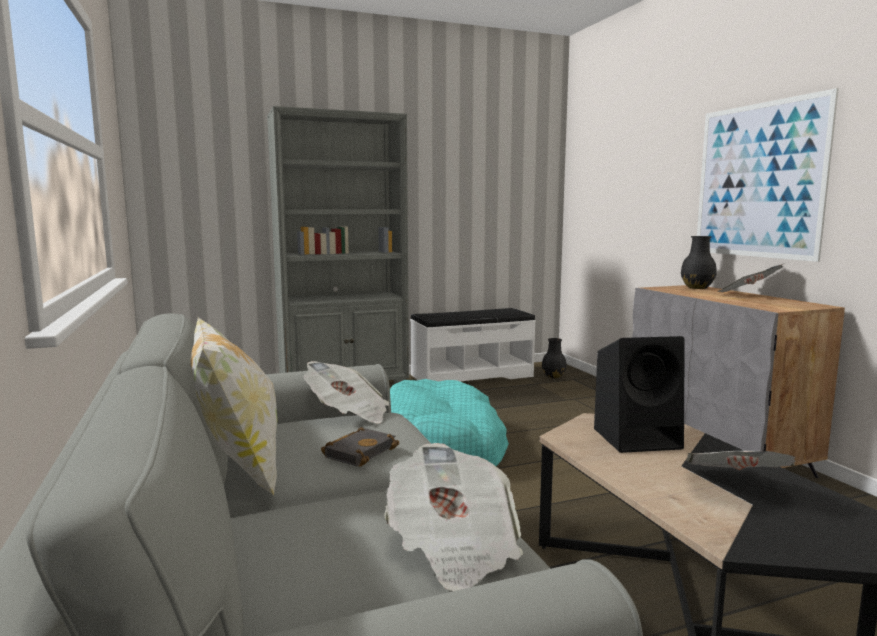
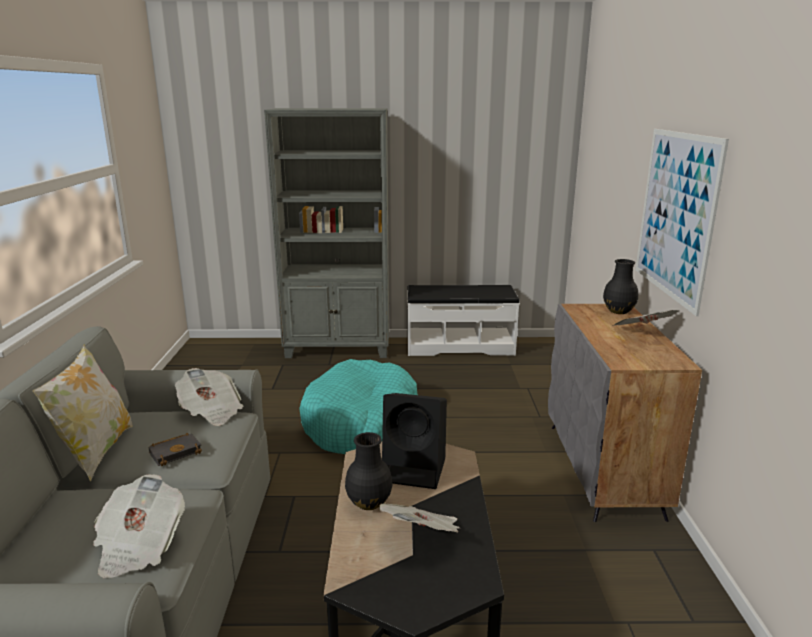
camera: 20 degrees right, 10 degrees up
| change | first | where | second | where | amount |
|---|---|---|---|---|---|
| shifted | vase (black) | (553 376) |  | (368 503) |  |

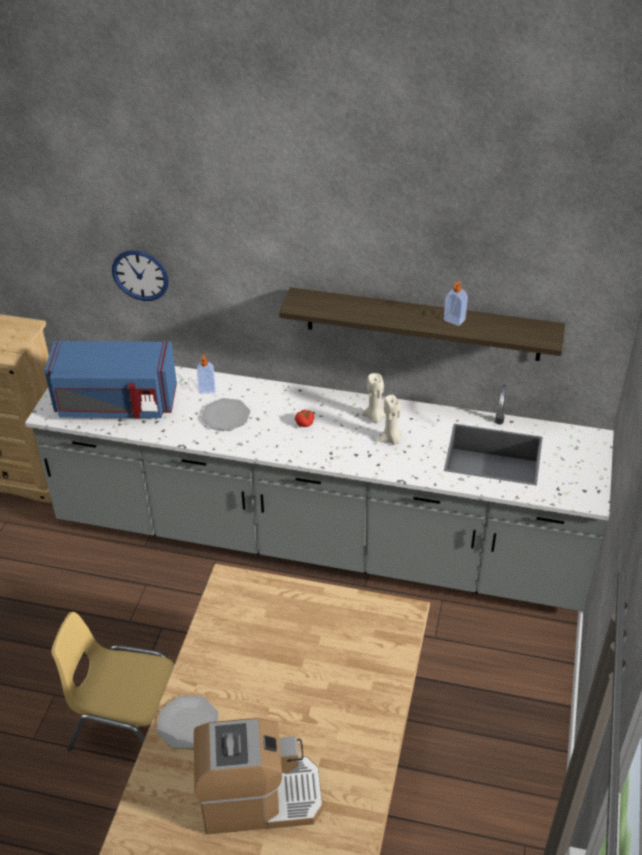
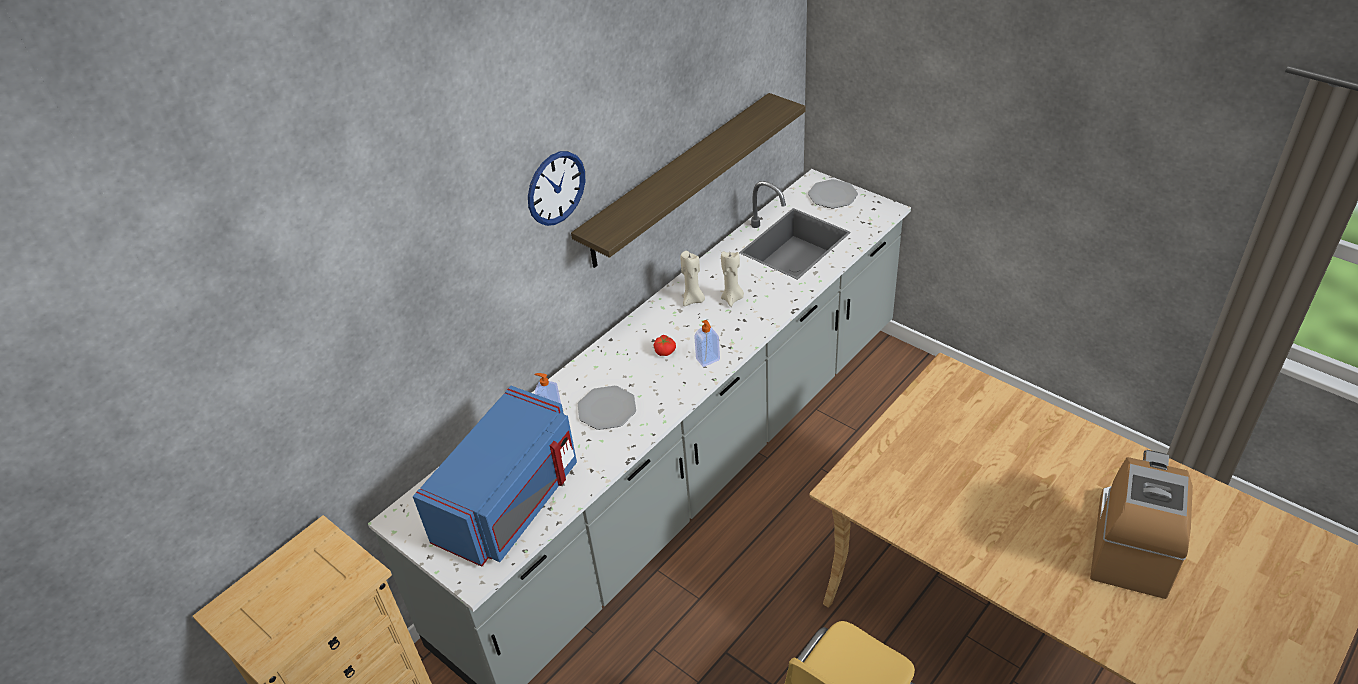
camera: 60 degrees left, 0 degrees up
| change | first | where | second | where | amount |
|---|---|---|---|---|---|
| shifted | wall clock | (140 275) |  | (556 188) |  |
| shifted | soap dispenser | (454 320) |  | (708 360) |  |
| shifted | plate | (188 723) |  | (832 195) |  |

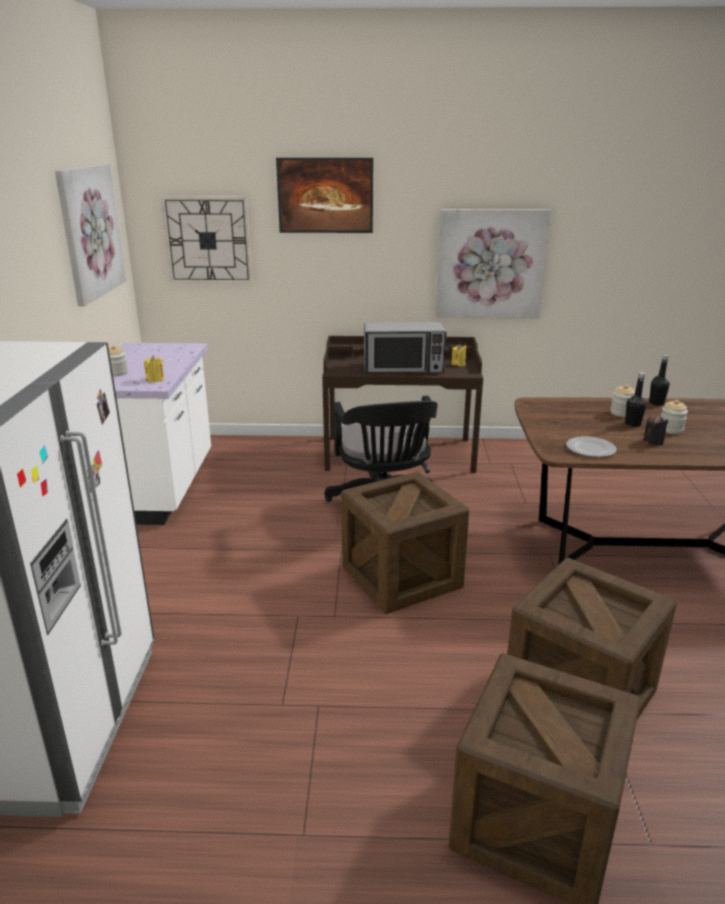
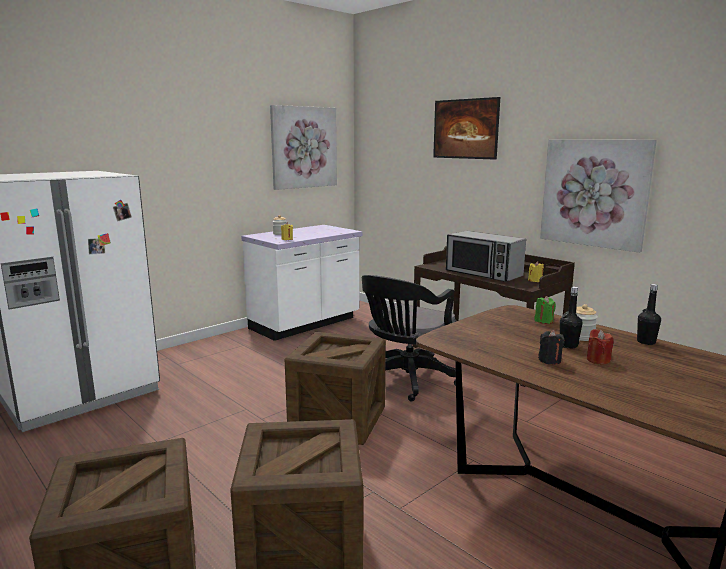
camera: 45 degrees right, 10 degrees down
| change | first | where | second | where | amount |
|---|---|---|---|---|---|
| new |  |  | candle (green) | (543 321) |  |
| swapped | jar | (670 430) | candle (red) | (598 360) |  |
| gone | wall clock | (208 240) |  |  |  |
| gone | plate | (590 449) |  |  |  |

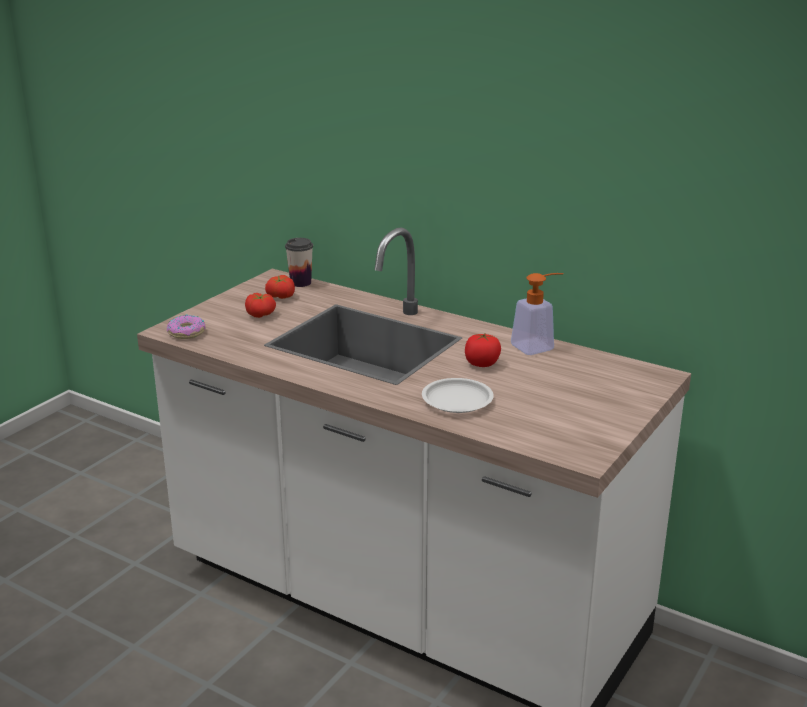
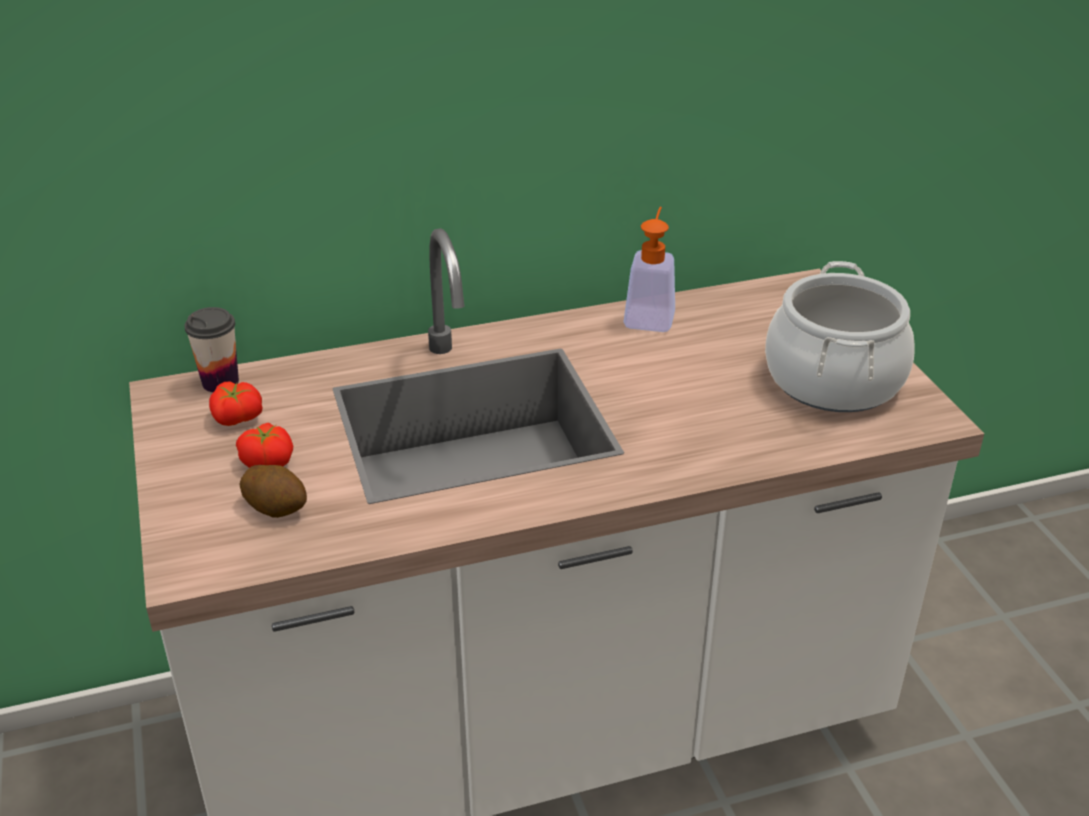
camera: 50 degrees left, 10 degrees up
| change | first | where | second | where | amount |
|---|---|---|---|---|---|
| new |  |  | potato | (276 507) |  |
| new |  |  | cooking pot | (833 380) |  |
| gone | donut | (187 333) |  |  |  |
| gone | plate (white) | (457 400) |  |  |  |
| gone | tomato | (481 363) |  |  |  |

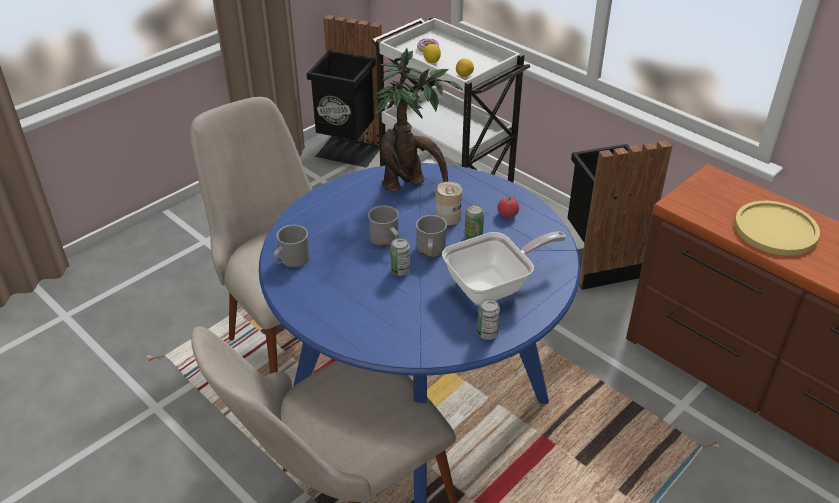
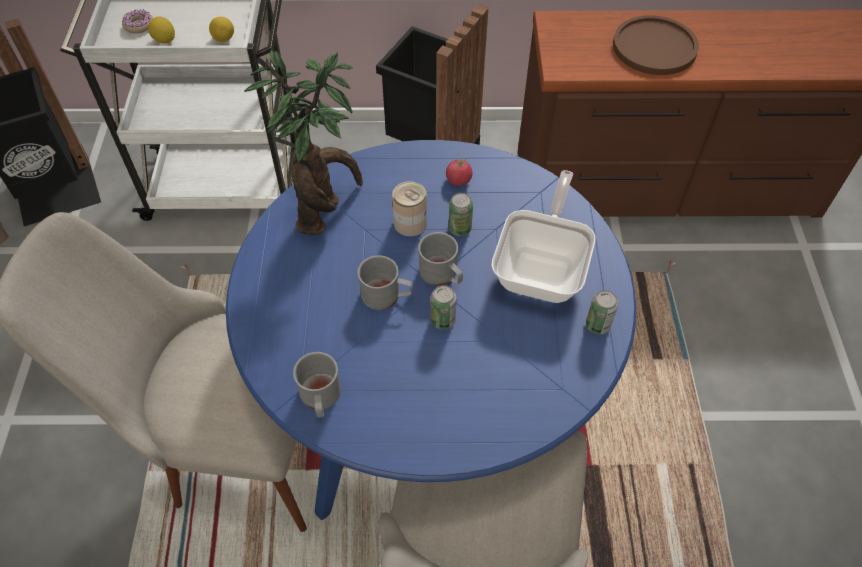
camera: 45 degrees left, 15 degrees up
| change | first | where | second | where | amount |
|---|---|---|---|---|---|
| repainted | plate (yellow) | (775 230) | plate (brown) | (654 47) |  |

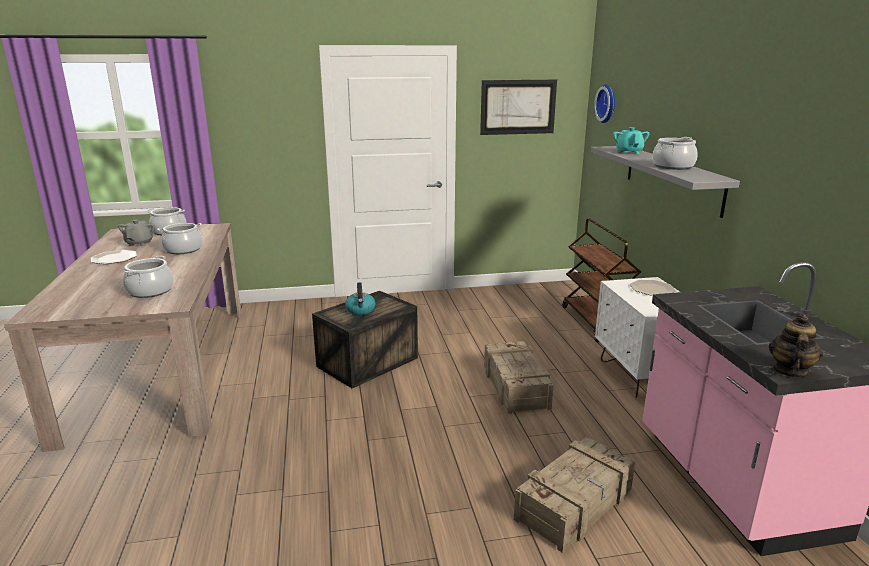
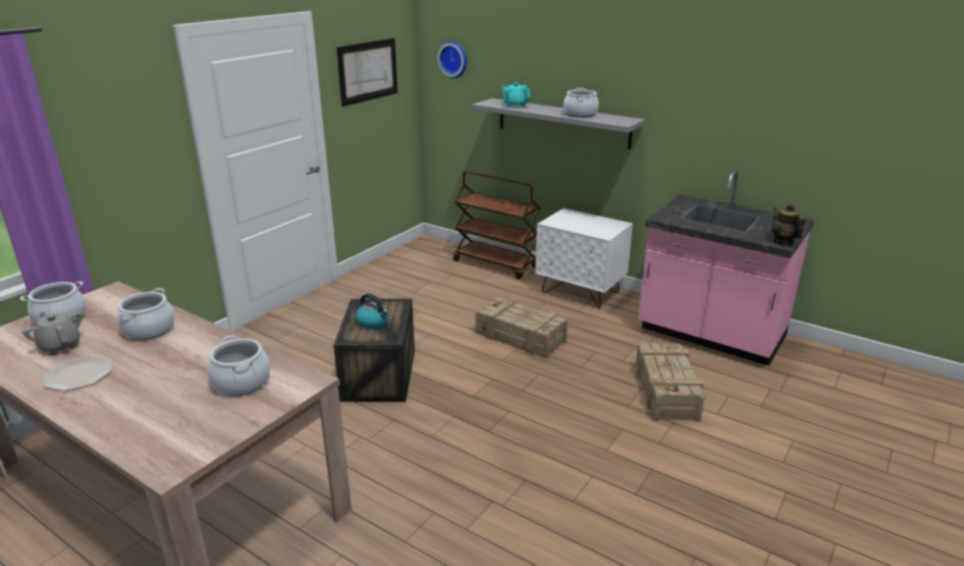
camera: 45 degrees left, 5 degrees up
| change | first | where | second | where | amount |
|---|---|---|---|---|---|
| gone | plate | (652 289) |  |  |  |

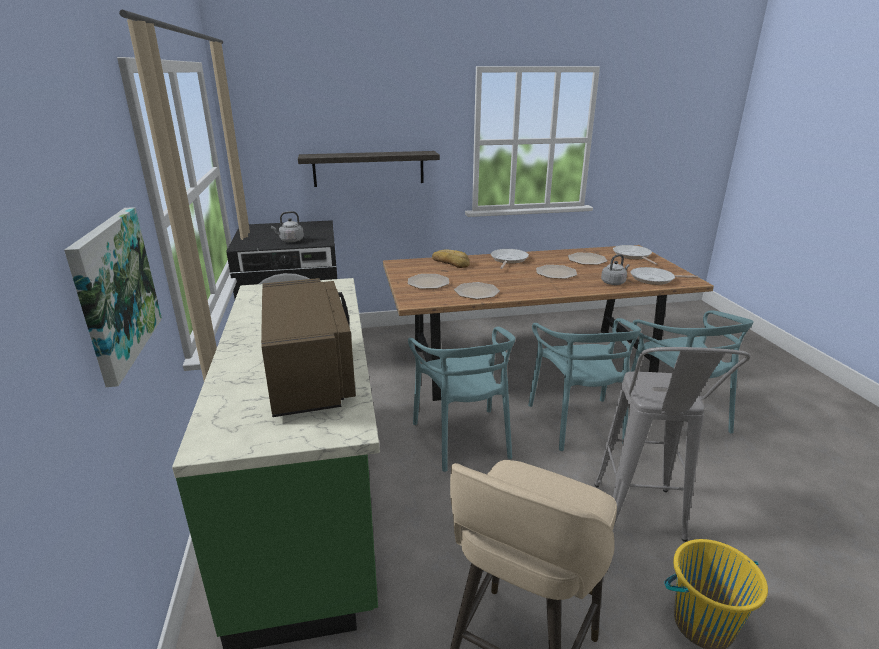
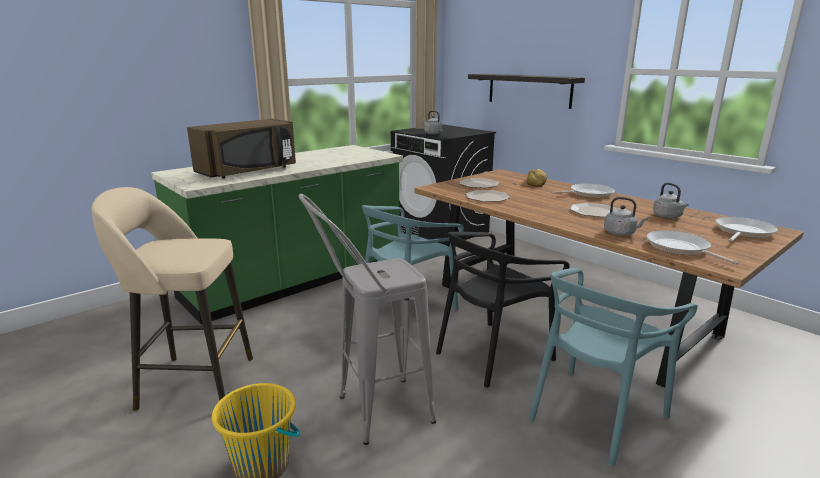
camera: 60 degrees right, 5 degrees down
| change | first | where | second | where | amount |
|---|---|---|---|---|---|
| repainted | chair (turquoise) | (578 423) | chair (black) | (493 354) |  |
| swapped | plate | (587 260) | kettle (grey) | (668 216) |  |
| gone | picture | (114 291) |  |  |  |

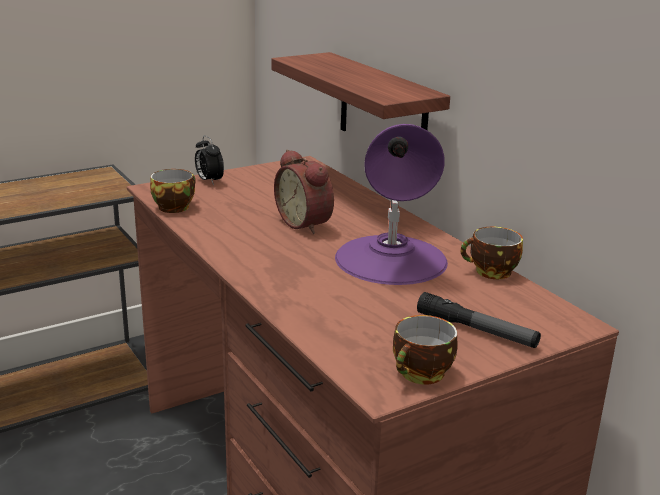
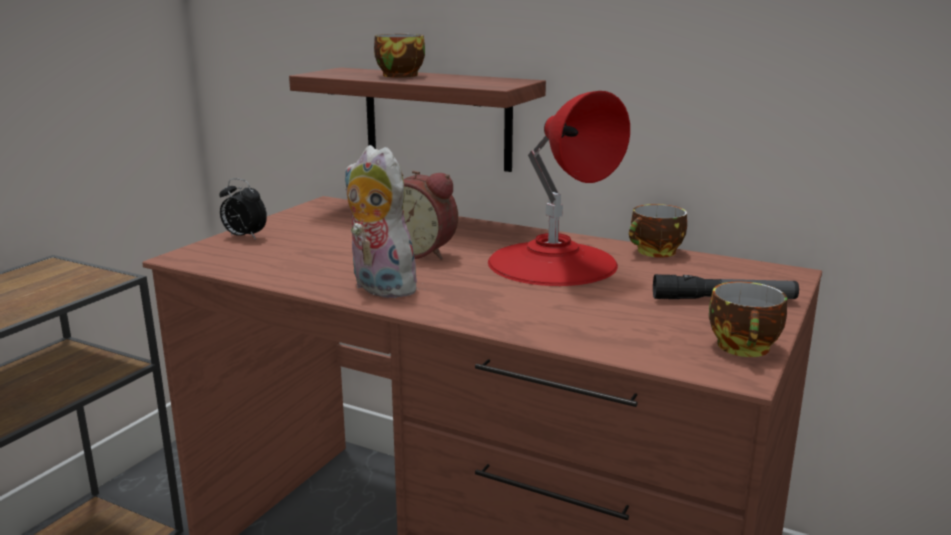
camera: 30 degrees left, 5 degrees down
| change | first | where | second | where | amount |
|---|---|---|---|---|---|
| new |  |  | plush toy | (378 288) |  |
| shifted | cup | (174 206) |  | (399 75) |  |
| repainted | table lamp (purple) | (391 259) | table lamp (red) | (553 263) |  |

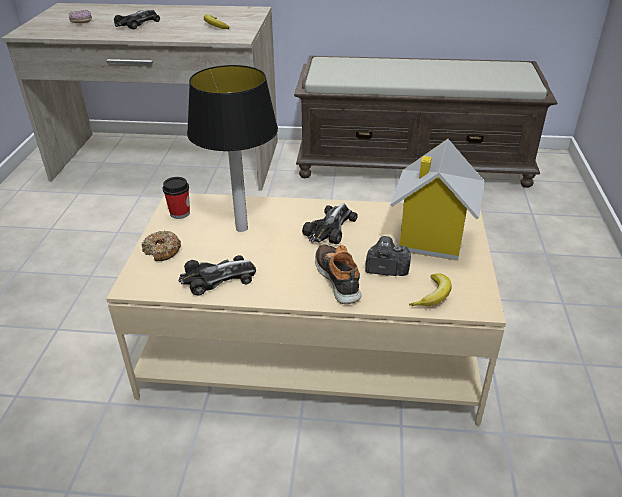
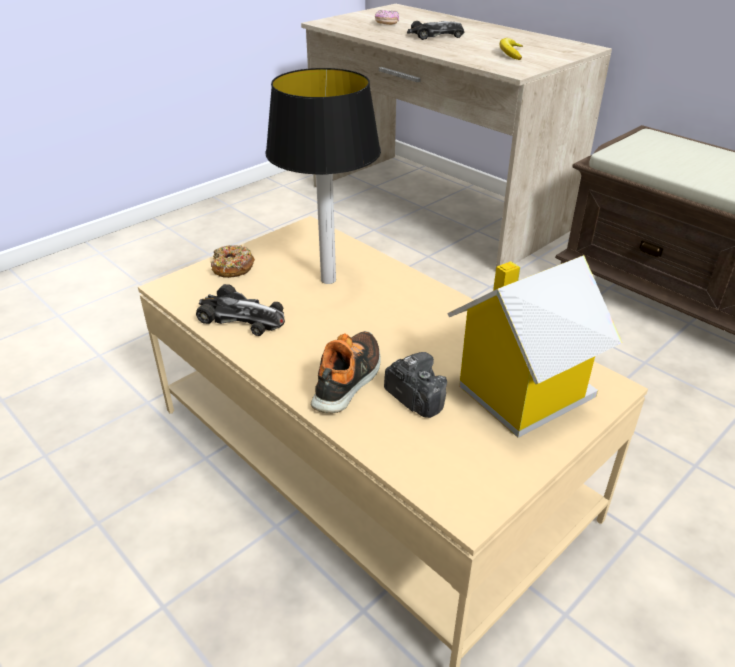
camera: 40 degrees right, 0 degrees up
| change | first | where | second | where | amount |
|---|---|---|---|---|---|
| gone | cup | (180 213) |  |  |  |
| gone | toy car | (331 228) |  |  |  |
| gone | banana | (433 295) |  |  |  |

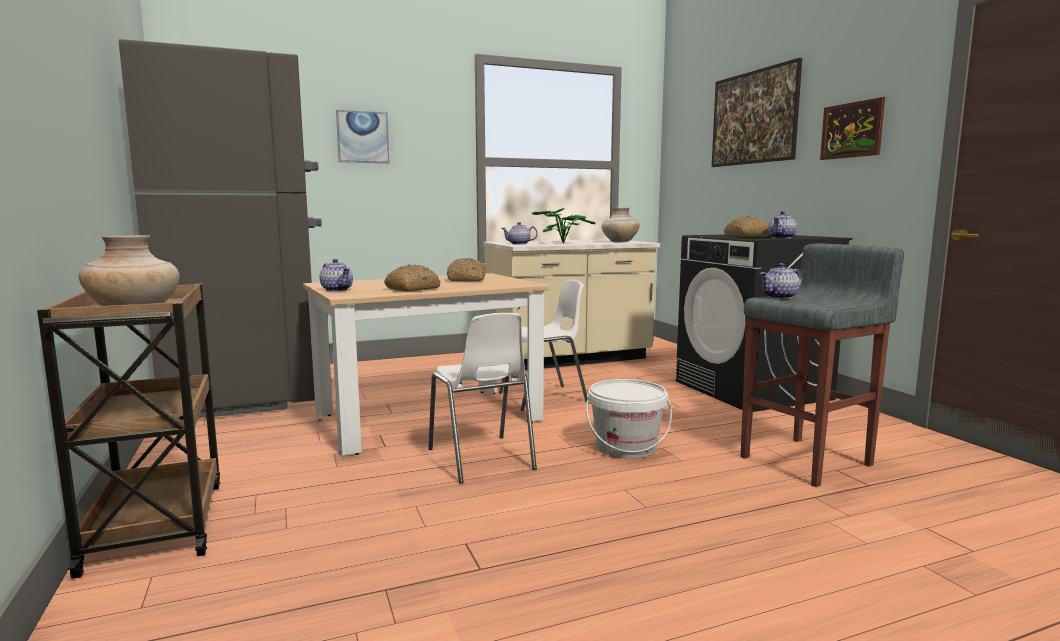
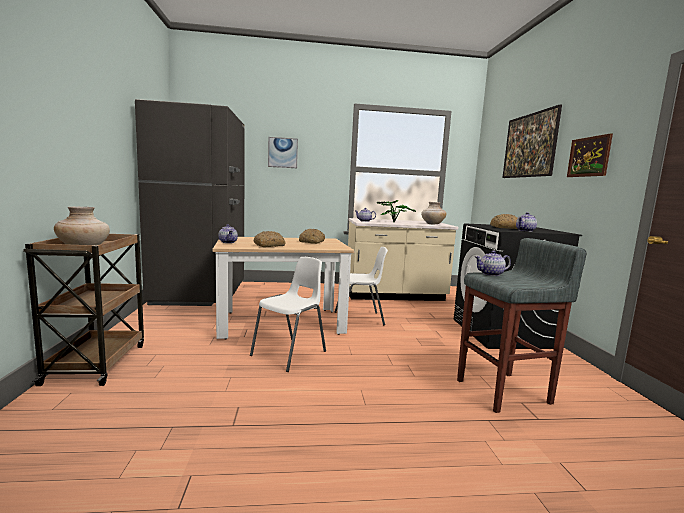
camera: 15 degrees right, 0 degrees up
| change | first | where | second | where | amount |
|---|---|---|---|---|---|
| rotated | chair (white) | (481 459) |  | (290 354) | 135 degrees counterclockwise |
| gone | bucket (white) | (626 447) |  |  |  |

